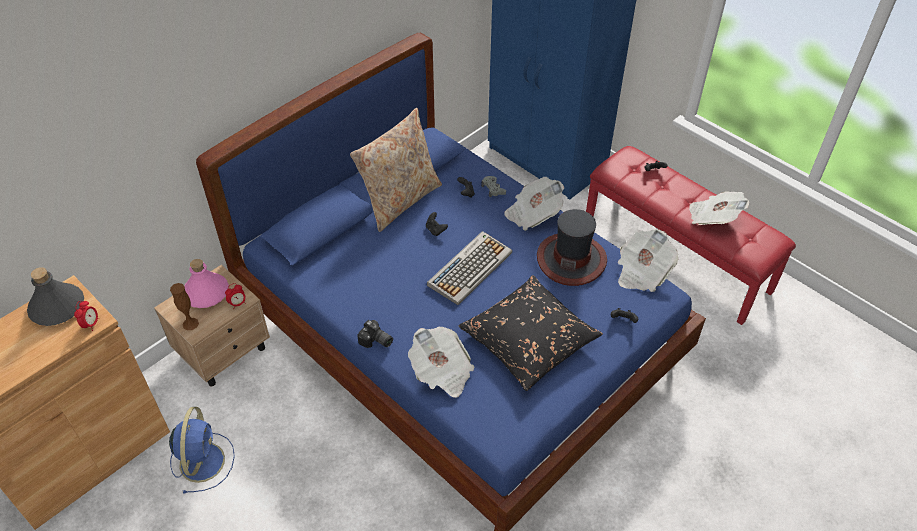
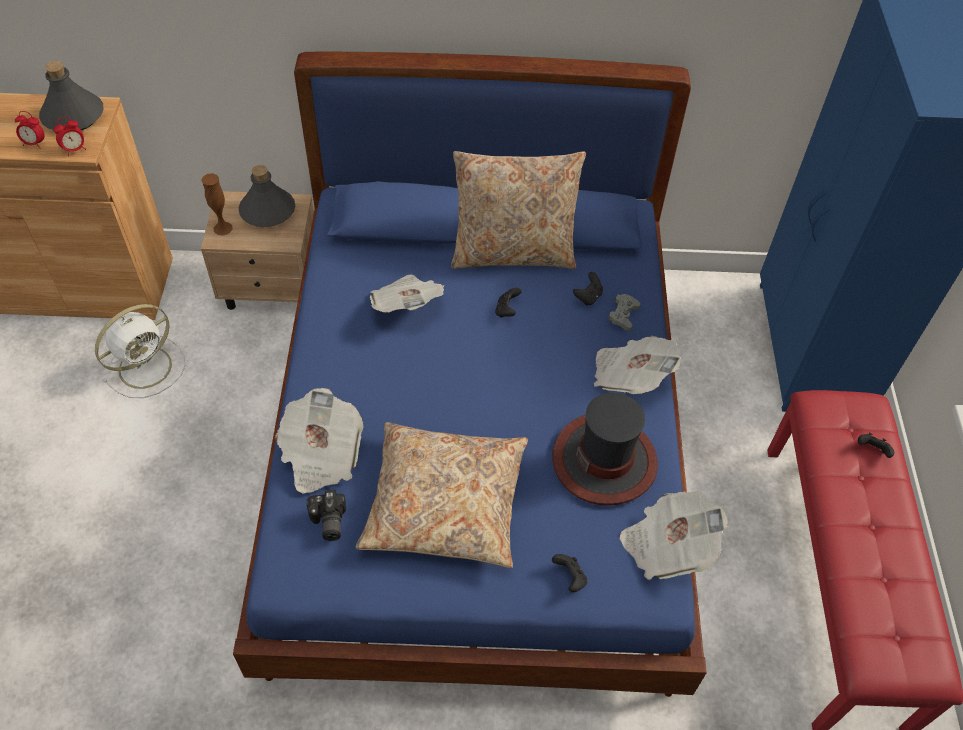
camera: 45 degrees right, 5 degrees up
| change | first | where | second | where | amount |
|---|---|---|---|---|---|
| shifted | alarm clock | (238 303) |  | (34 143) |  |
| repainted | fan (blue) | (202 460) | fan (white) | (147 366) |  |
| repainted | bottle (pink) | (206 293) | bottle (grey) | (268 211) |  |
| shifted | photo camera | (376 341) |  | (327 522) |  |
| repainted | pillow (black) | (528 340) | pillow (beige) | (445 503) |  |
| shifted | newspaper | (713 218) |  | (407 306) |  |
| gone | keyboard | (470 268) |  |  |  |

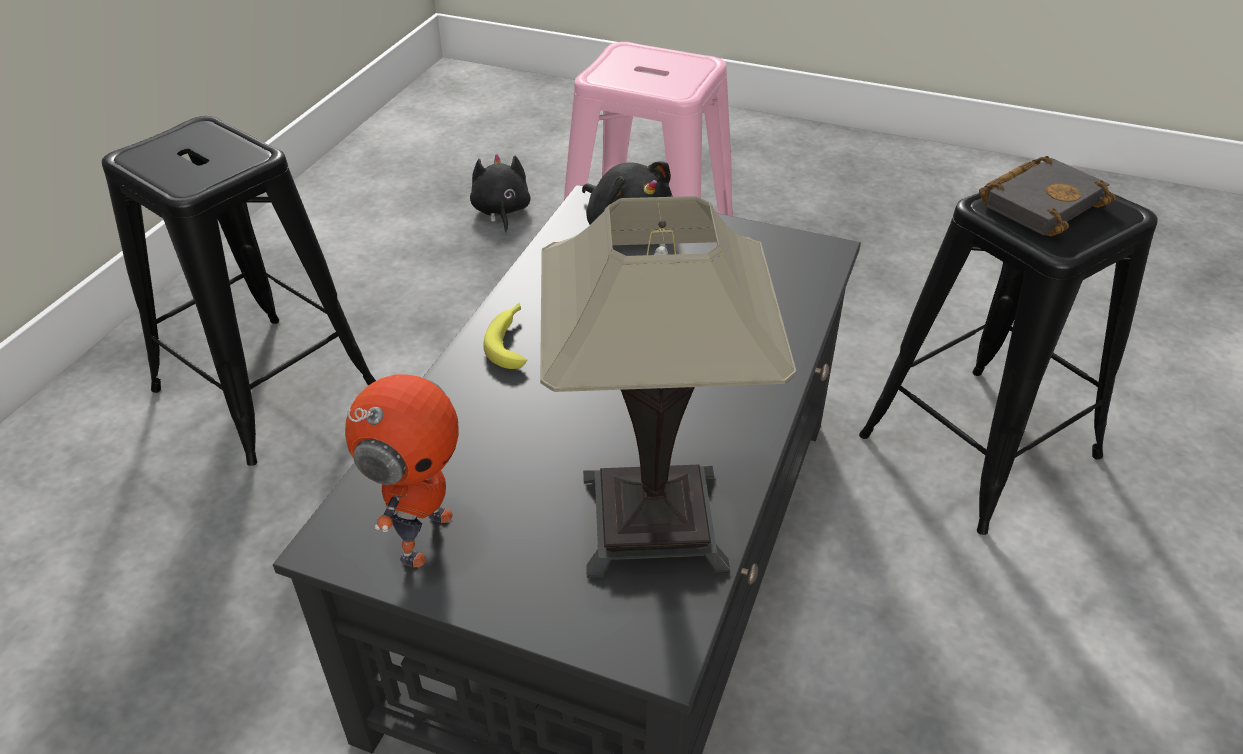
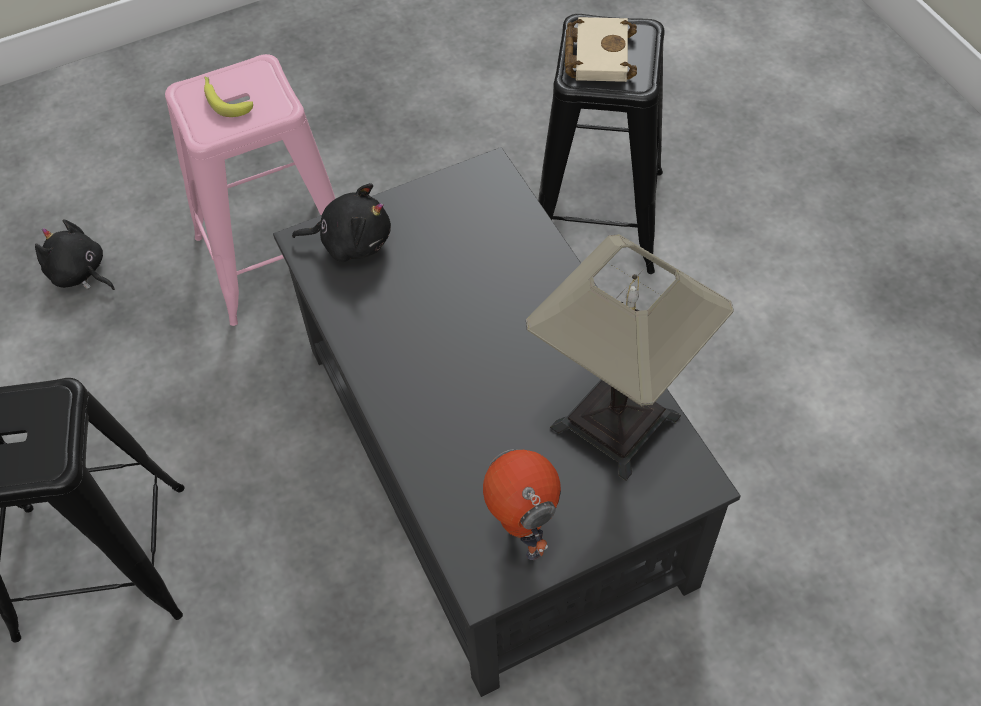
camera: 45 degrees left, 15 degrees up
| change | first | where | second | where | amount |
|---|---|---|---|---|---|
| shifted | banana | (511 341) |  | (224 100) |  |
| repainted | book (black) | (1041 202) | book (beige) | (597 54) |  |

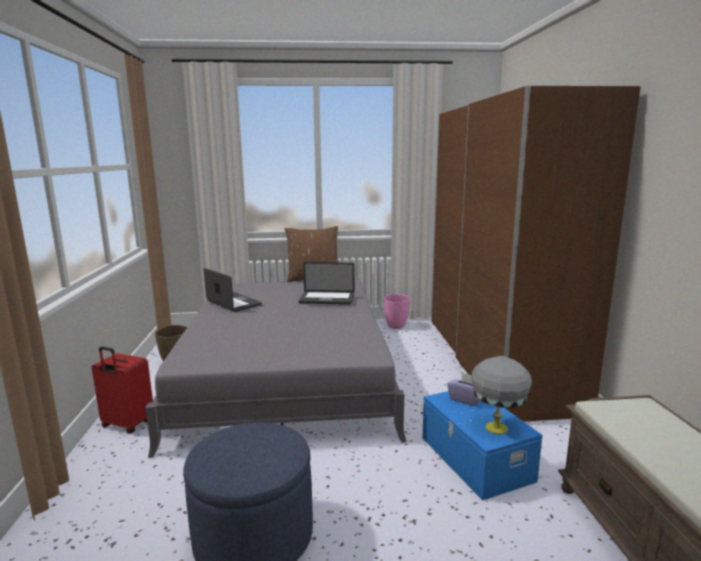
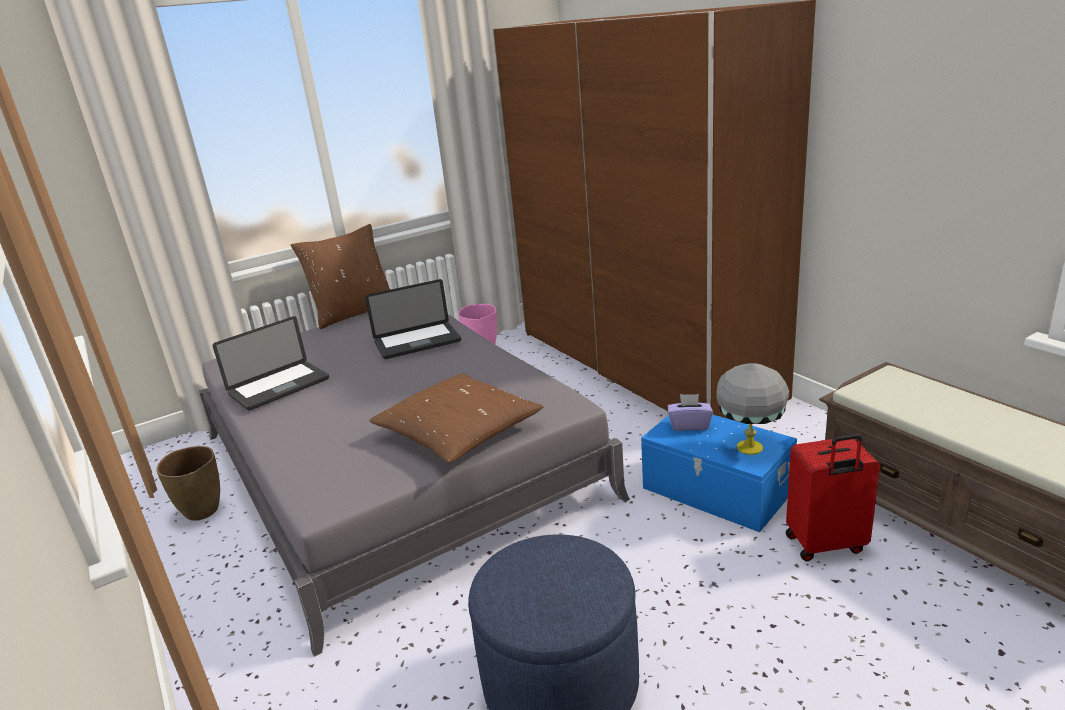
camera: 25 degrees left, 10 degrees up
| change | first | where | second | where | amount |
|---|---|---|---|---|---|
| rotated | laptop | (233 303) |  | (279 387) | 120 degrees clockwise |
| new |  |  | pillow (brown) | (459 432) |  |
| shifted | suitcase (red) | (127 425) |  | (826 545) |  |

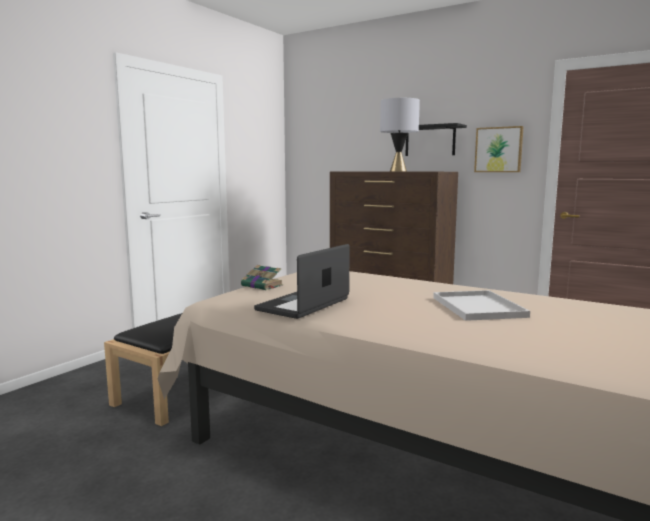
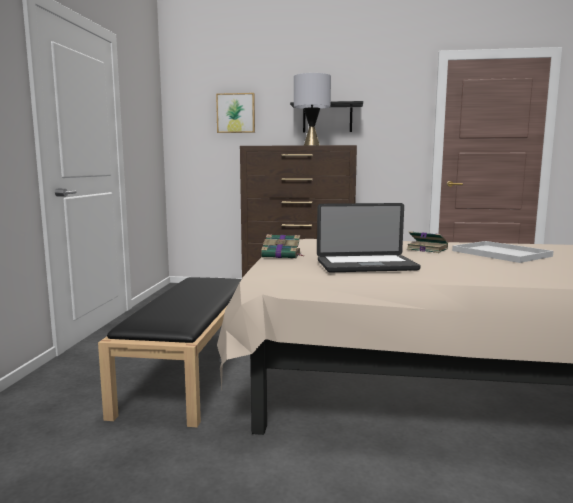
camera: 25 degrees left, 0 degrees up
| change | first | where | second | where | amount |
|---|---|---|---|---|---|
| shifted | picture | (498 149) |  | (236 113) |  |
| rotated | laptop | (303 305) |  | (366 265) | 105 degrees counterclockwise |
| new |  |  | book | (426 249) |  |

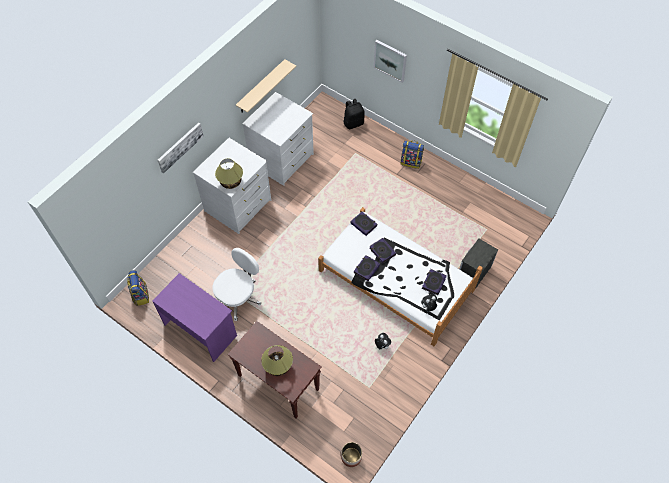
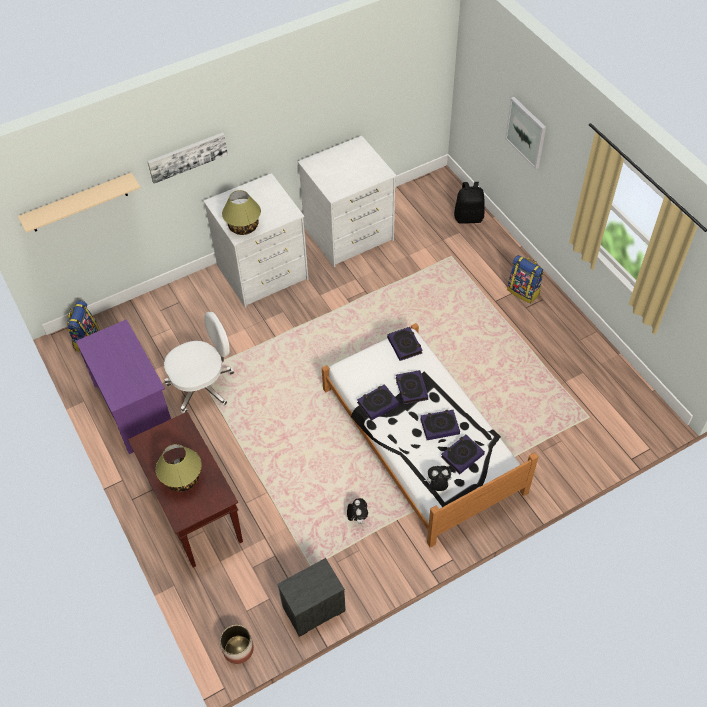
camera: 25 degrees right, 5 degrees down
| change | first | where | second | where | amount |
|---|---|---|---|---|---|
| shifted | shelf (beige) | (261 87) |  | (78 203) |  |
| shifted | nightstand | (474 272) |  | (312 608) |  |
| new |  |  | book | (439 426) |  |

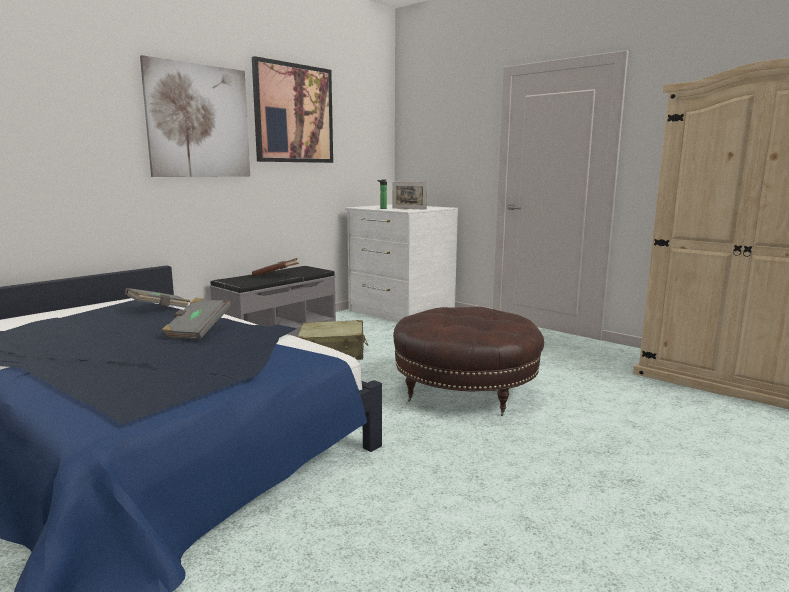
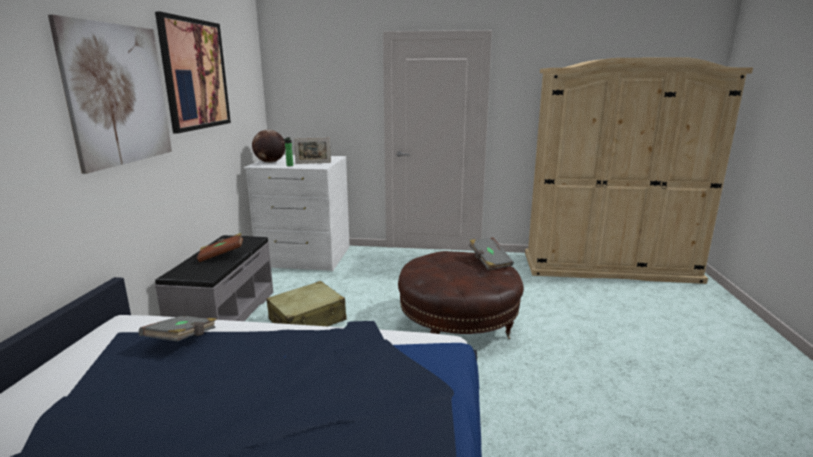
camera: 35 degrees left, 5 degrees up
| change | first | where | second | where | amount |
|---|---|---|---|---|---|
| new |  |  | globe | (270 162) |  |
| shifted | book (grey) | (197 331) |  | (489 262) |  |

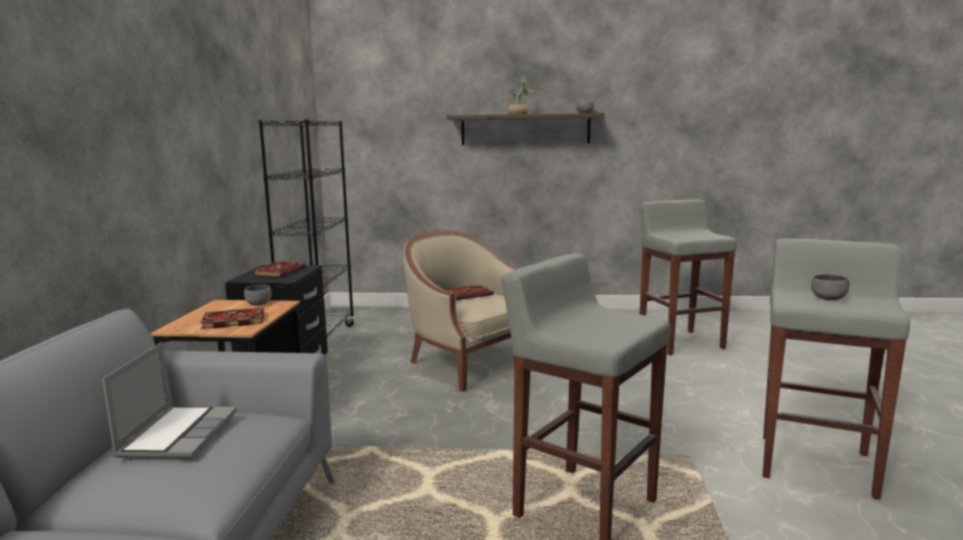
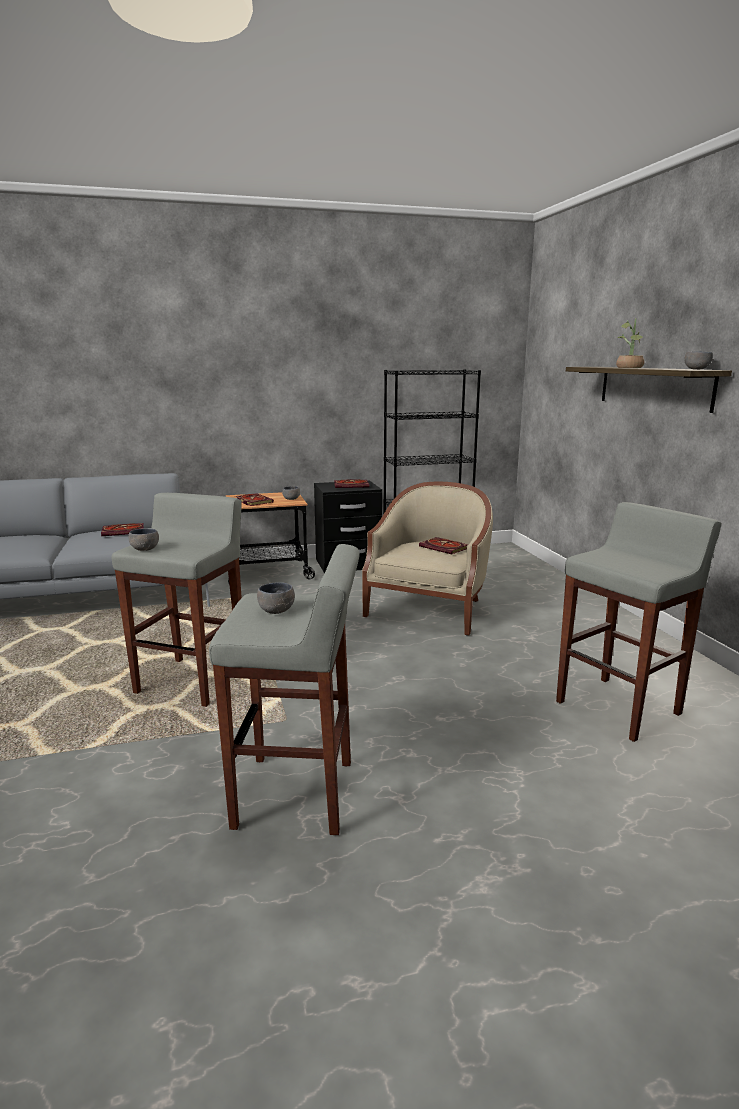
camera: 70 degrees right, 5 degrees up
| change | first | where | second | where | amount |
|---|---|---|---|---|---|
| swapped | laptop | (178 434) | book | (124 531) |  |
| new |  |  | bowl (grey) | (145 549) |  |

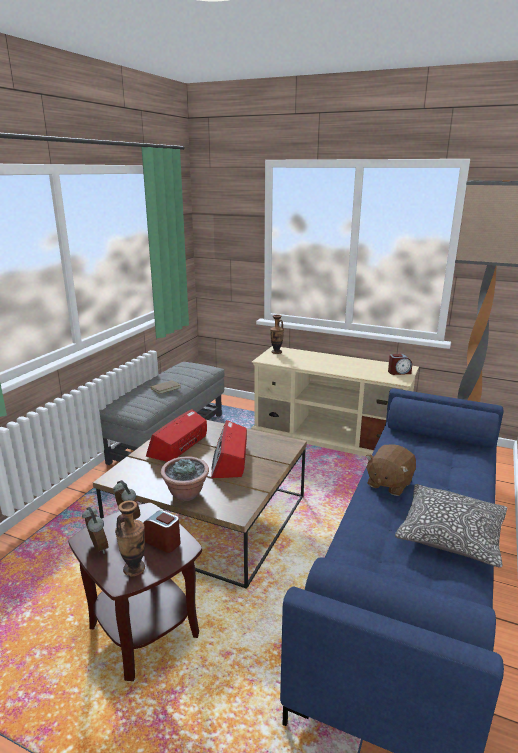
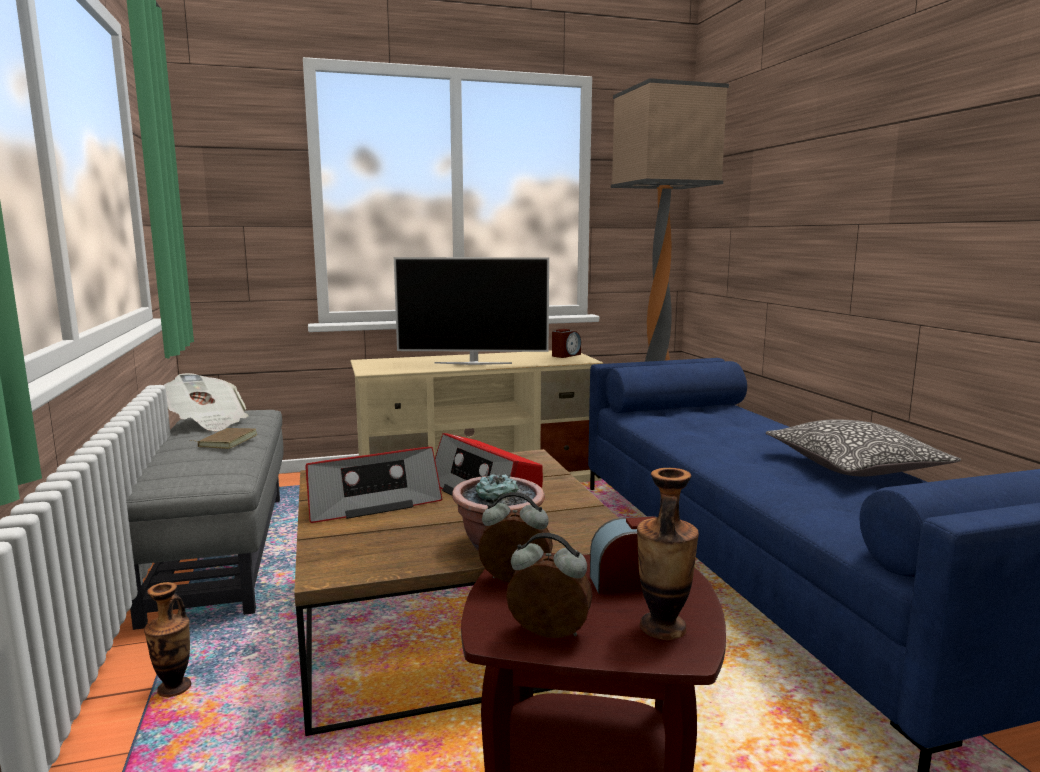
camera: 40 degrees left, 10 degrees down
| change | first | where | second | where | amount |
|---|---|---|---|---|---|
| shifted | vase | (276 352) |  | (174 689) |  |
| new |  |  | newspaper | (208 422) |  |
| rotated | radio | (178 446) |  | (371 502) | 105 degrees counterclockwise |
| new |  |  | television | (473 363) |  |
| gone | plush toy (brown) | (389 483) |  |  |  |

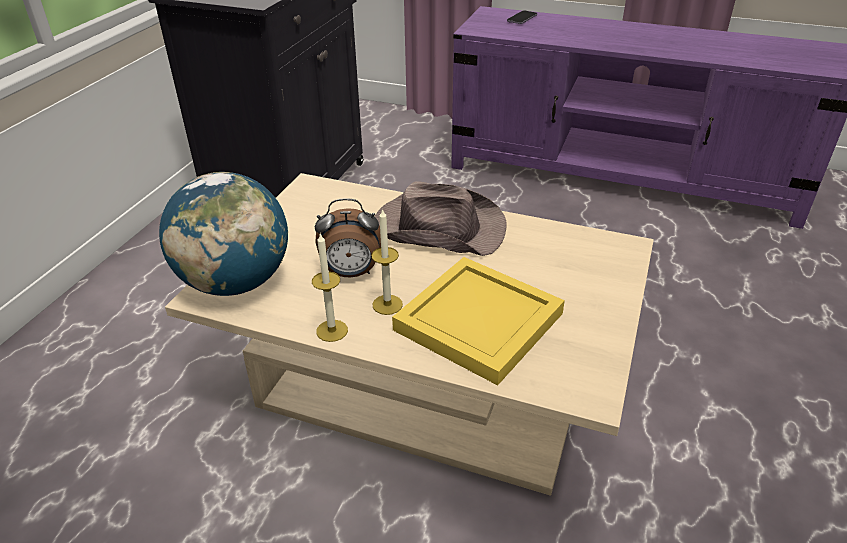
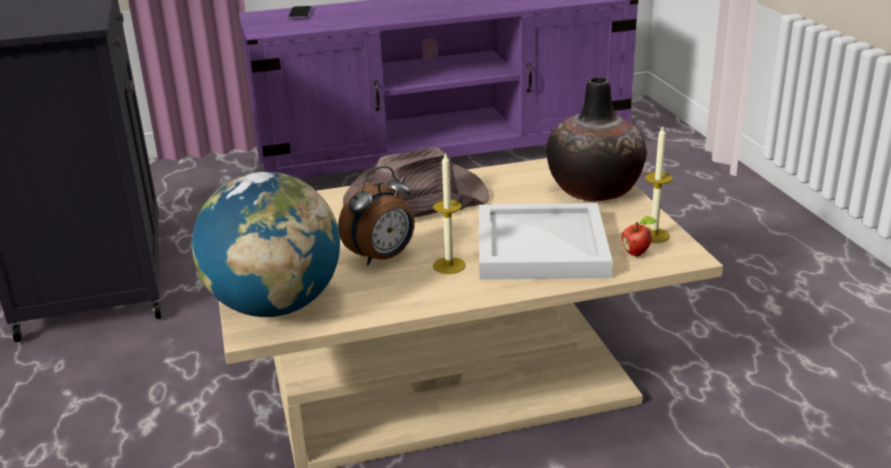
camera: 35 degrees left, 10 degrees down
| change | first | where | second | where | amount |
|---|---|---|---|---|---|
| repainted | tray (yellow) | (481 321) | tray (white) | (543 246) |  |
| new |  |  | vase | (594 190) |  |
| new |  |  | apple | (637 253) |  |
| shifted | candle | (332 330) |  | (653 235) |  |

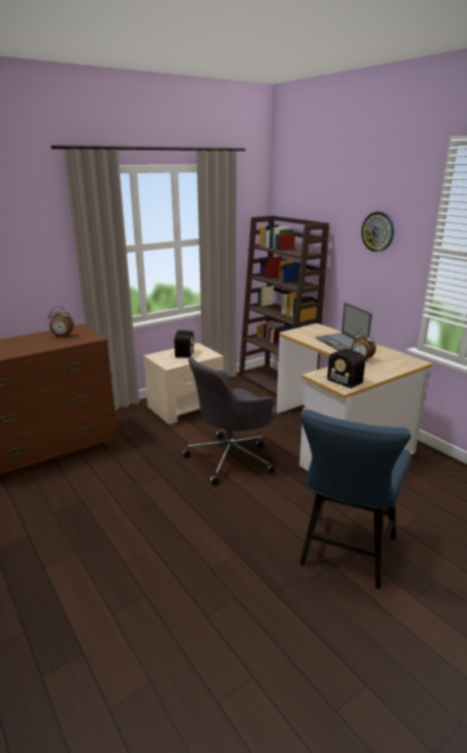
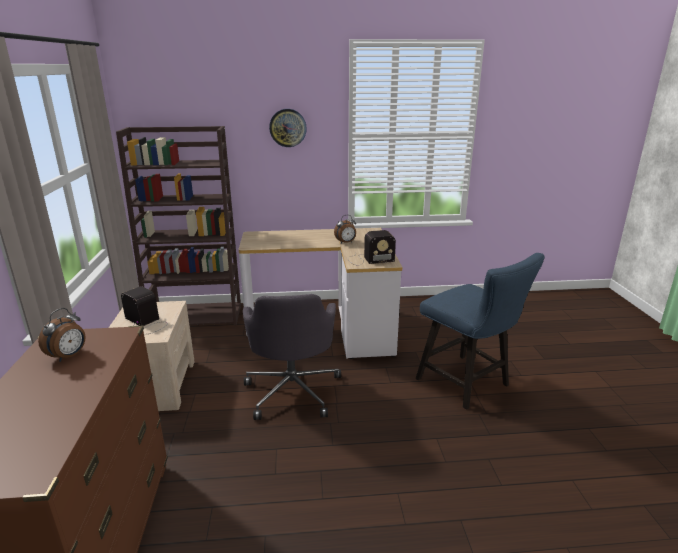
camera: 60 degrees left, 0 degrees up
| change | first | where | second | where | amount |
|---|---|---|---|---|---|
| gone | laptop | (342 342) |  |  |  |

